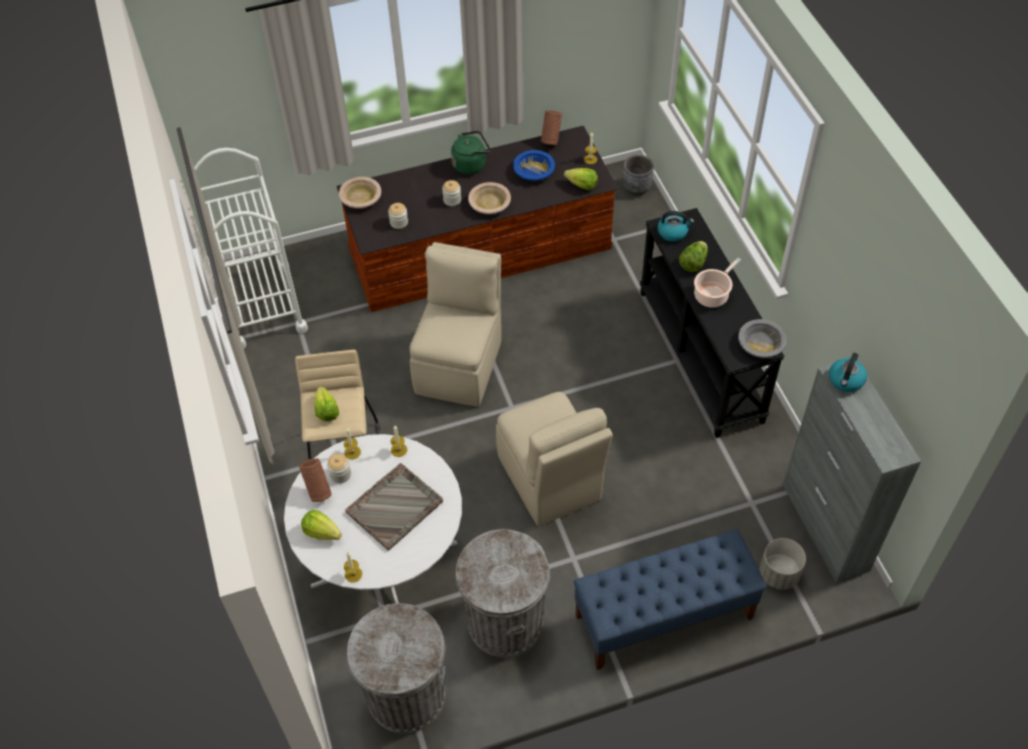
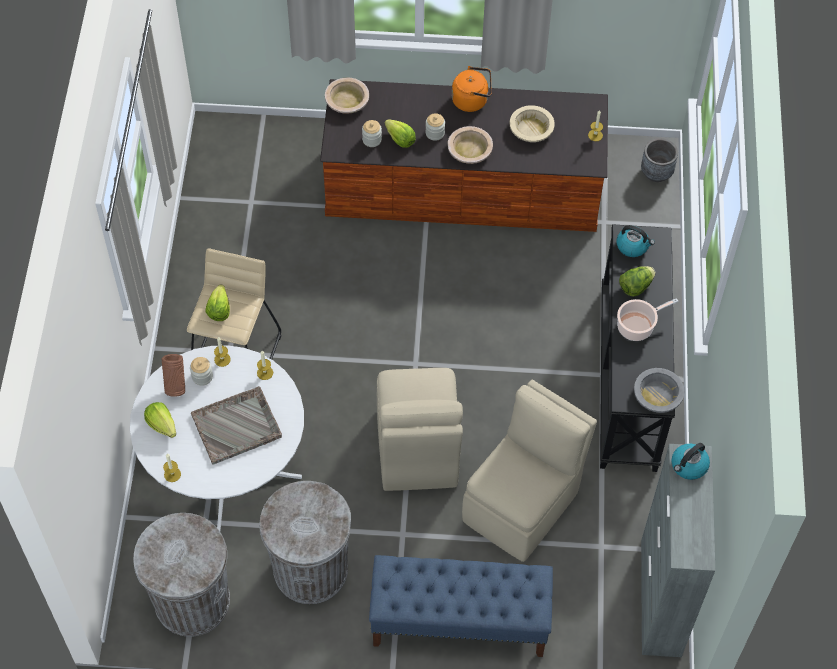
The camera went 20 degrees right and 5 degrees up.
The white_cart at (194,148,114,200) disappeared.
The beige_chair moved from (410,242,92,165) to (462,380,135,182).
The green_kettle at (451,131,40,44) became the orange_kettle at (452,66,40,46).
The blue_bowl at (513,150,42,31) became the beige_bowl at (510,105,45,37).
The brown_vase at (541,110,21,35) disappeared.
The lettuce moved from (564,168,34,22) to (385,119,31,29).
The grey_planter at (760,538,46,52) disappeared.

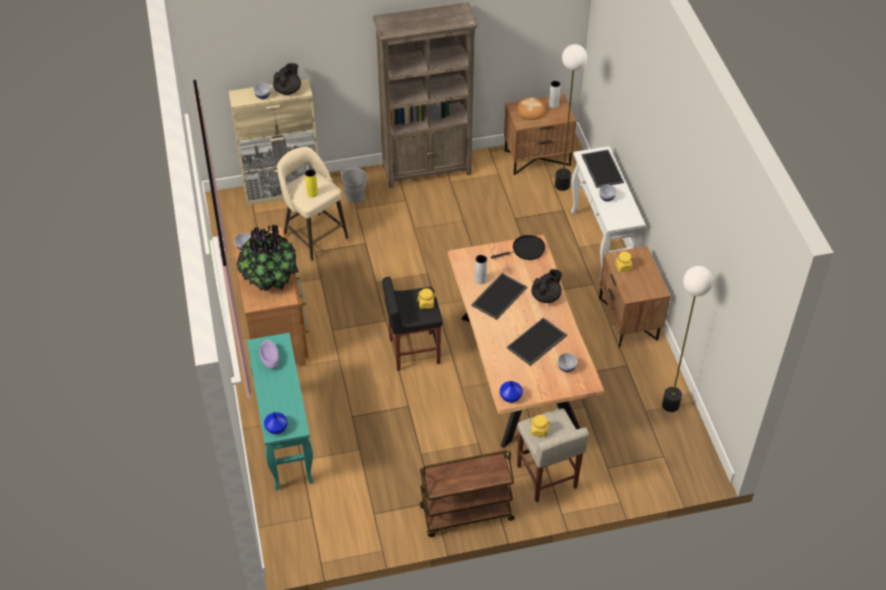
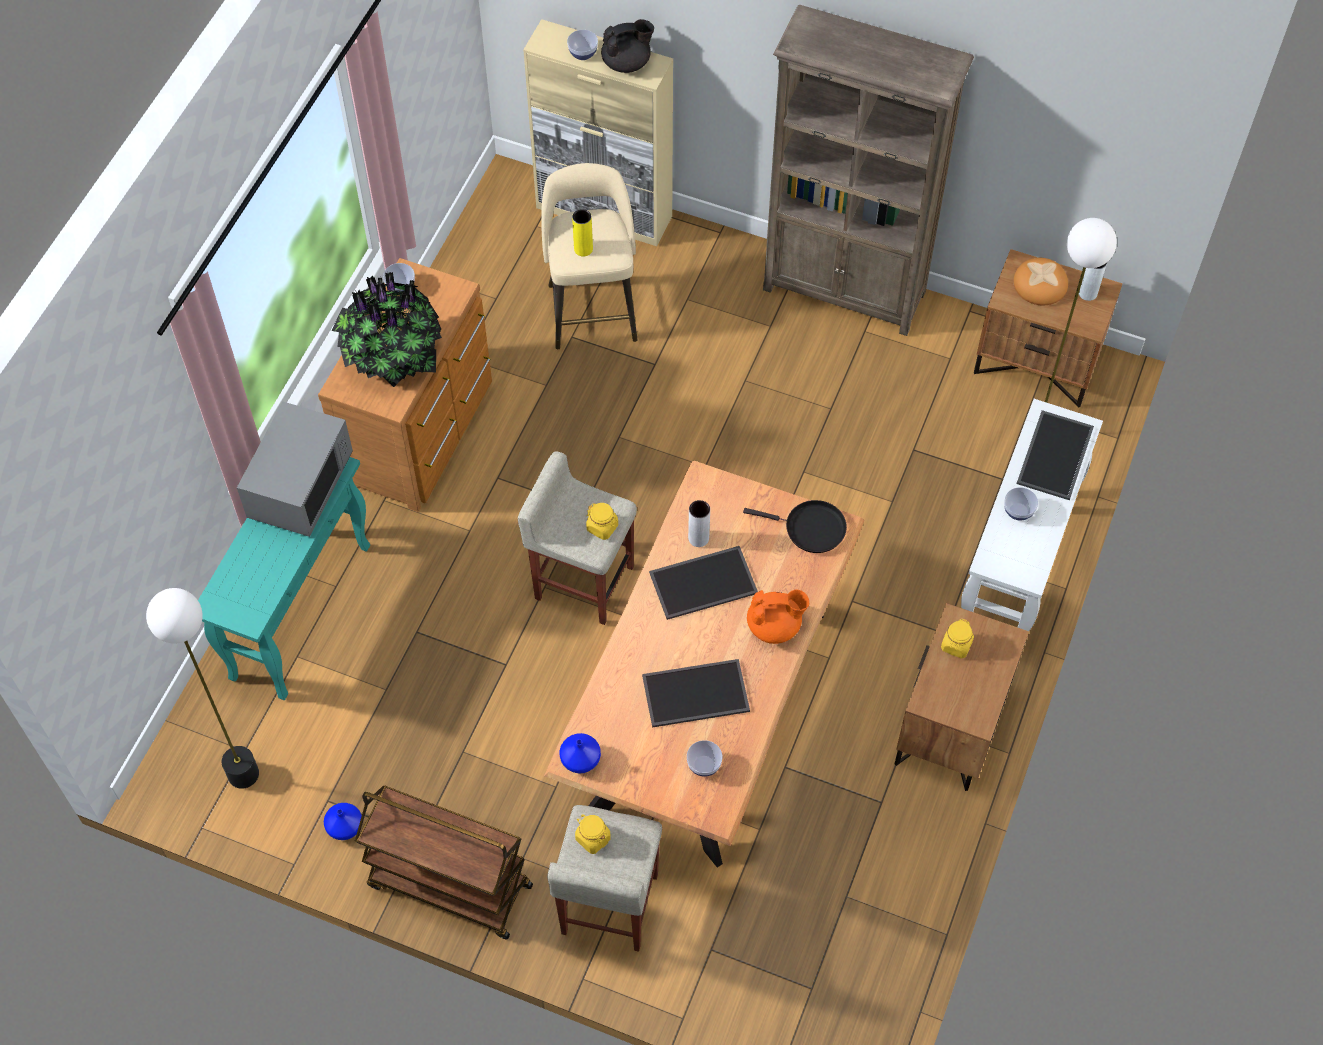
The camera went 35 degrees right and 10 degrees up.
The purple_bowl at (260,340,19,29) was replaced by the grey_microwave at (237,402,116,135).
The blue_vase moved from (264,412,24,22) to (324,803,38,37).
The grey_bucket at (340,168,30,35) disappeared.
The black_stool at (382,277,61,94) became the beige_stool at (518,451,119,174).
The black_teapot at (531,269,31,34) became the orange_teapot at (747,590,62,54).
The floor_lamp moved from (662,266,51,146) to (146,588,113,201).

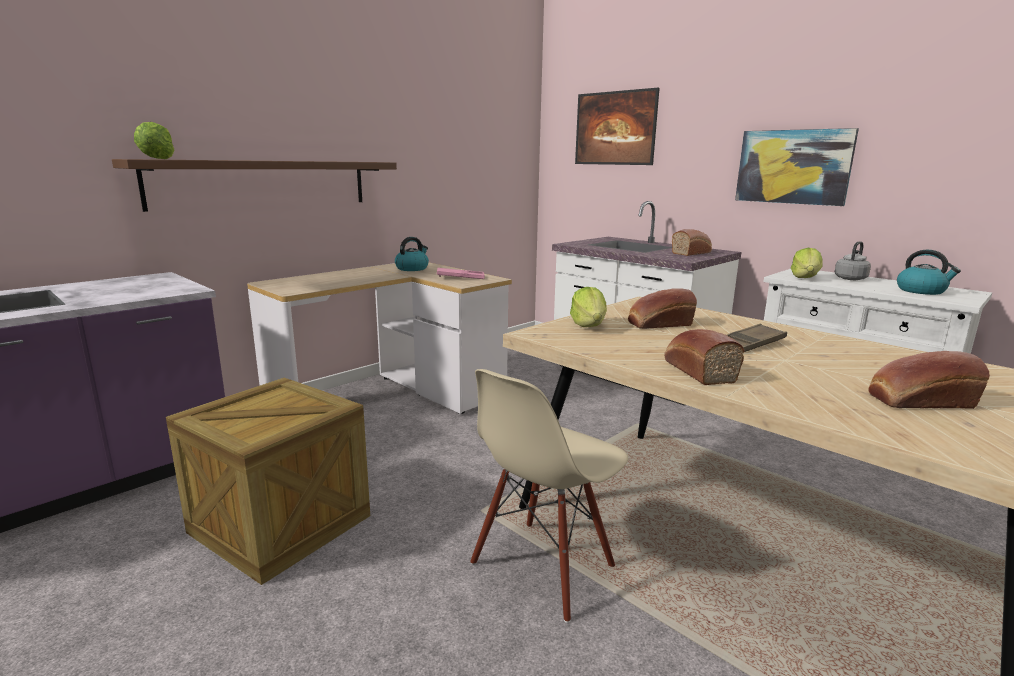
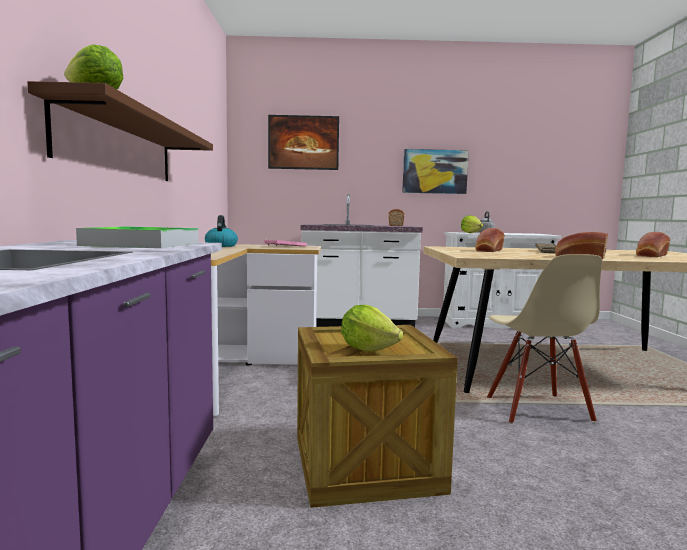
The camera went 45 degrees left and 10 degrees down.
The lettuce moved from (570,287,37,40) to (341,305,62,47).
The kettle at (897,250,64,45) disappeared.
The tray at (76,226,122,22) appeared.

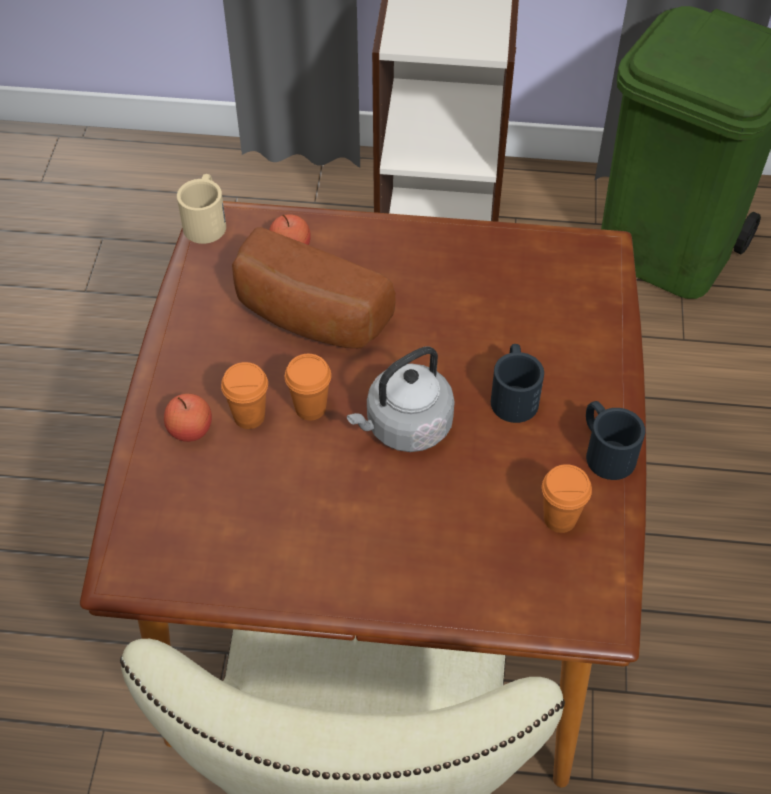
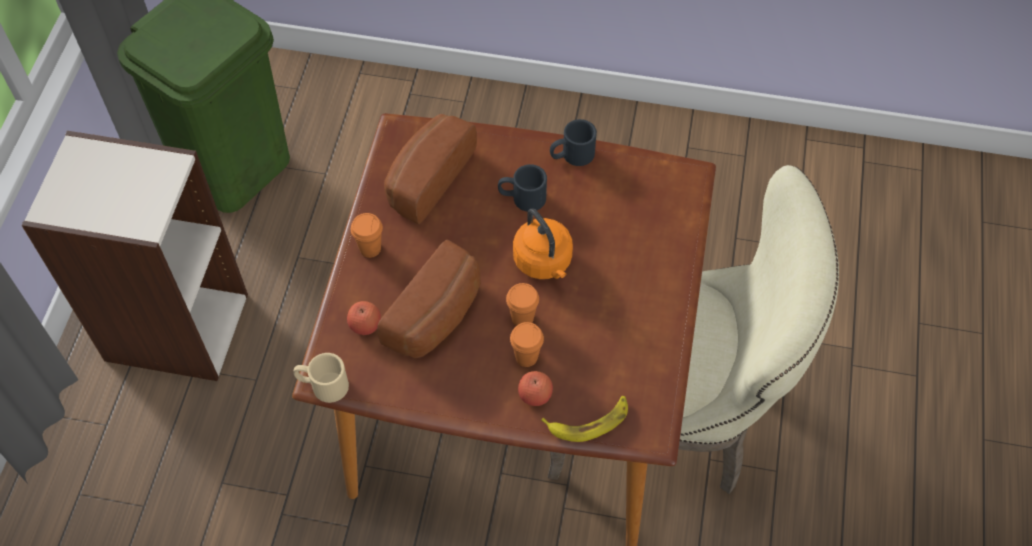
The camera went 85 degrees left and 5 degrees up.
The grey_kettle at (347,347,108,105) became the orange_kettle at (513,209,60,70).
The orange_cup moved from (542,464,50,69) to (351,213,32,45).
The bread at (384,114,93,110) appeared.
The banana at (541,396,87,46) appeared.

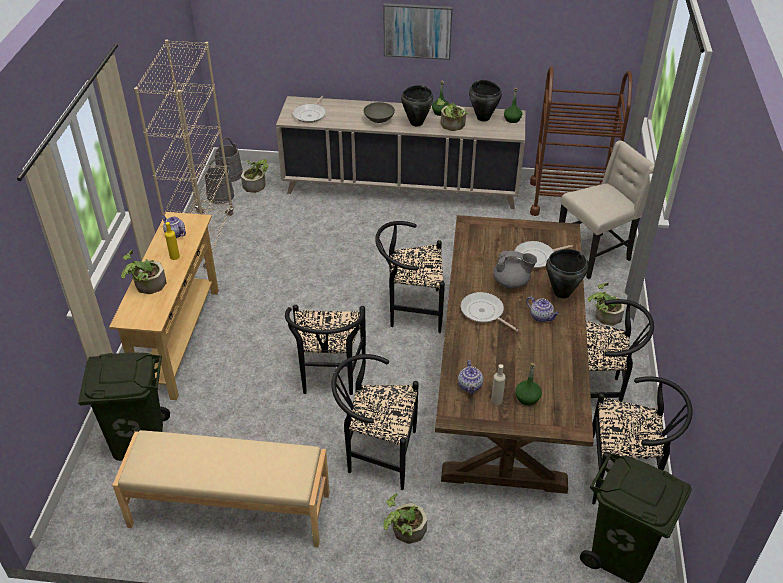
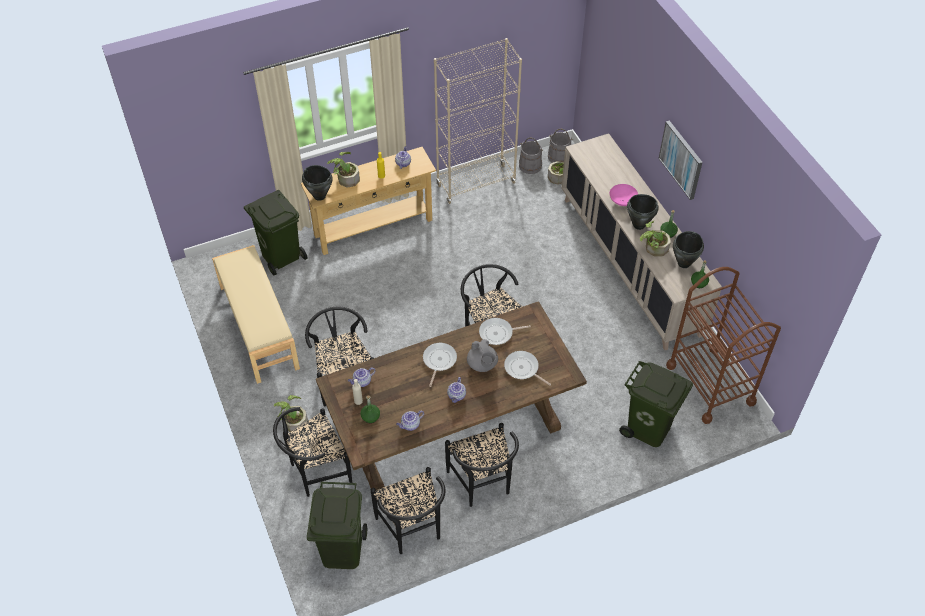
The camera went 60 degrees right and 10 degrees up.
The black_chair moved from (285,305,81,90) to (273,407,79,90).
The frying_pan moved from (293,96,33,27) to (479,318,52,27).
The grey_bowl at (364,102,31,21) became the pink_bowl at (610,184,28,22).
The black_cooking_pot moved from (546,249,42,49) to (302,165,31,36).
The beige_chair at (559,140,96,139) was replaced by the green_trash_can at (619,361,74,86).
The potted_plant at (588,282,37,44) disappeared.
The teapot at (396,411,28,20) appeared.

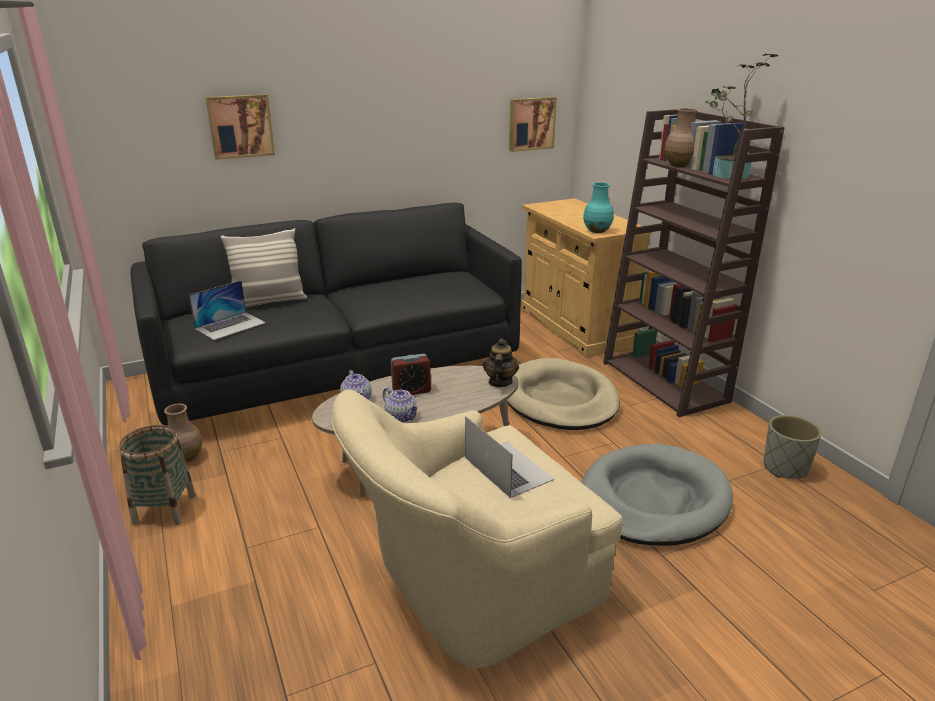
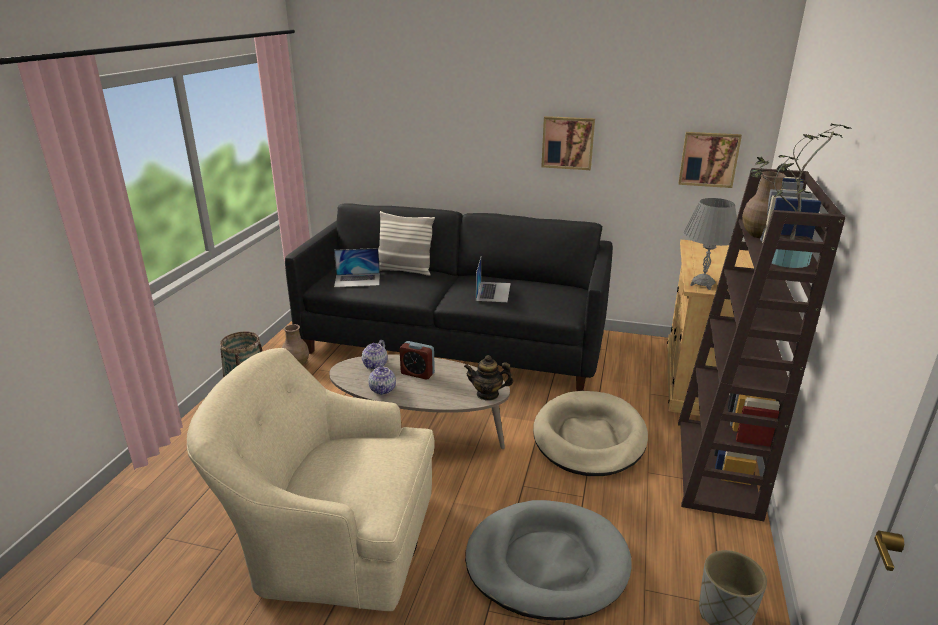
The camera went 40 degrees right and 0 degrees up.
The picture moved from (206,94,69,66) to (541,116,54,54).
The laptop moved from (465,416,89,82) to (476,258,35,44).
The teapot at (483,338,36,49) turned 135 degrees counterclockwise.
The turquoise_vase at (583,182,31,51) was replaced by the grey_table_lamp at (683,198,54,92).

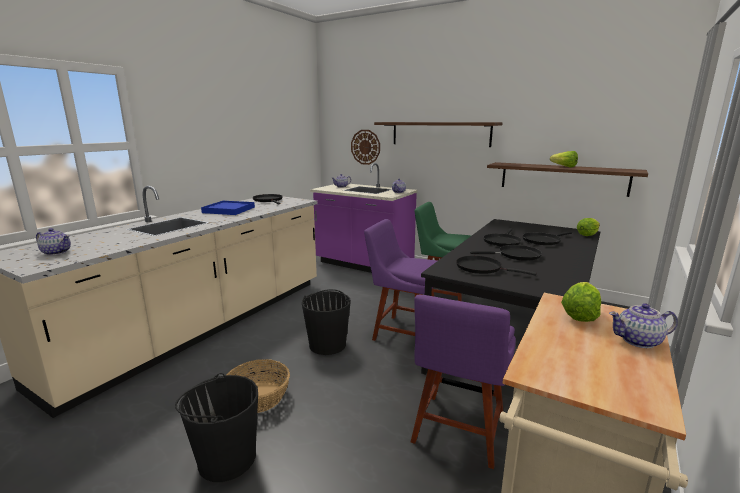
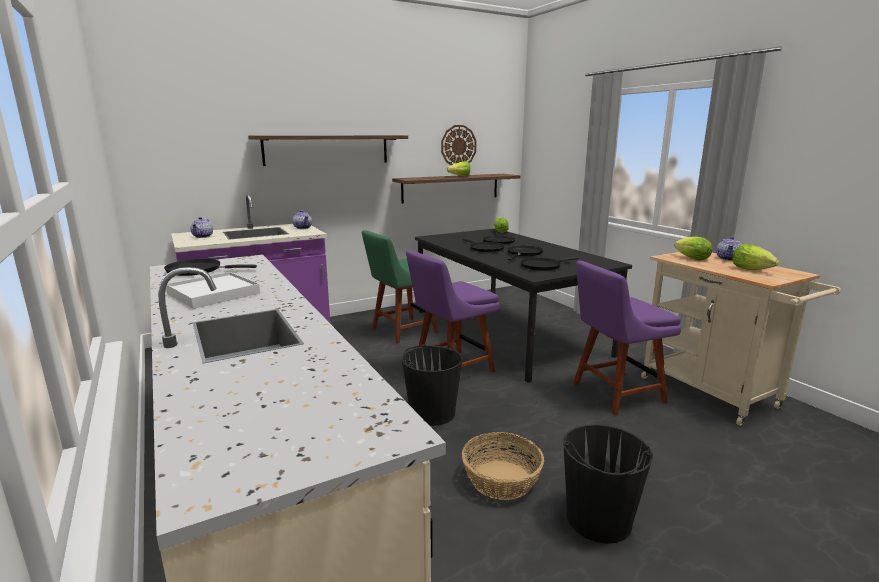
The camera went 60 degrees left and 0 degrees up.
The teapot at (36,228,35,27) disappeared.
The blue_tray at (201,201,54,14) became the white_tray at (166,272,94,37).
The wall_clock moved from (351,130,29,35) to (441,125,35,40).
The purple_chair at (411,295,105,174) turned 105 degrees clockwise.
The lettuce at (732,244,47,26) appeared.

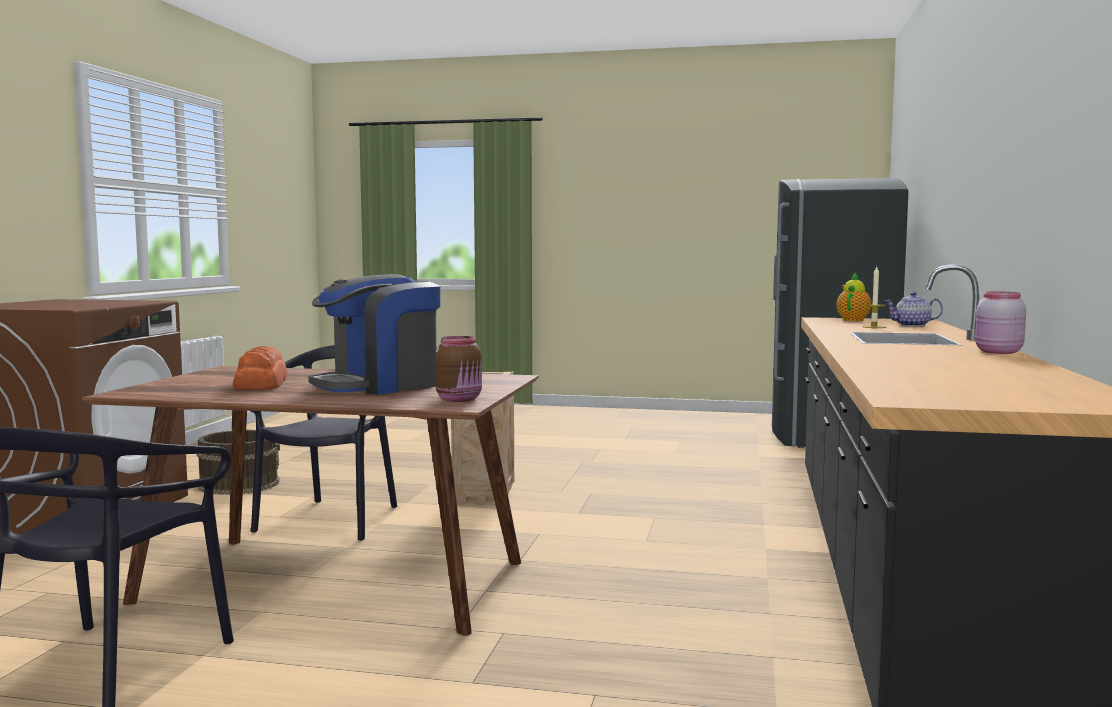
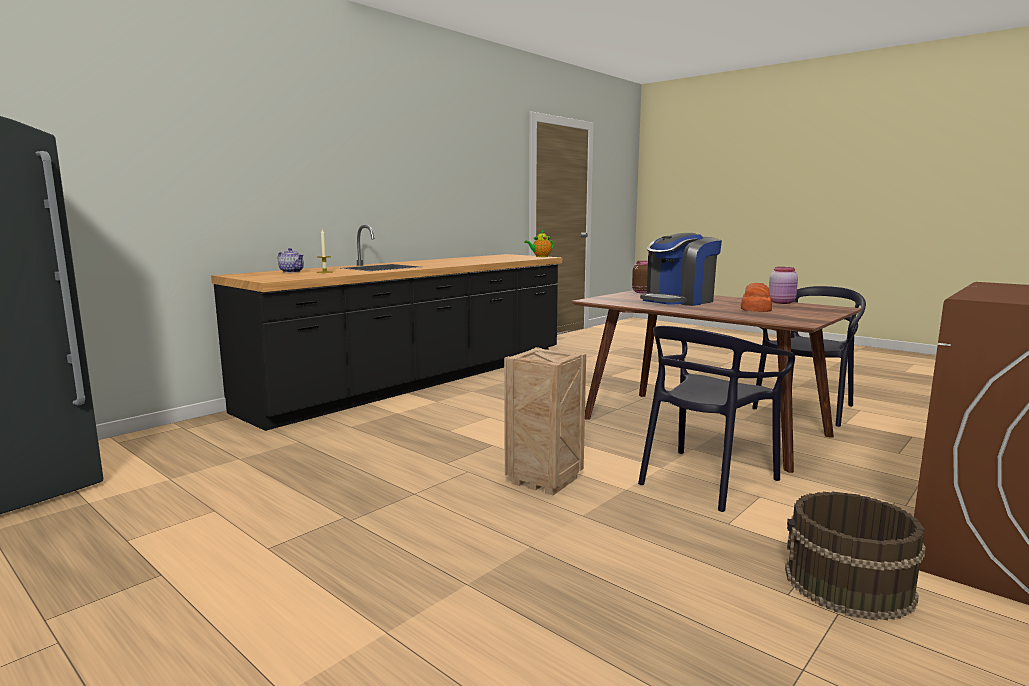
The camera went 150 degrees left and 5 degrees up.
The coffee_machine at (308,274,133,121) turned 150 degrees clockwise.
The teapot moved from (836,272,35,49) to (524,230,30,27).
The pink_jar moved from (975,292,51,62) to (769,267,29,37).

